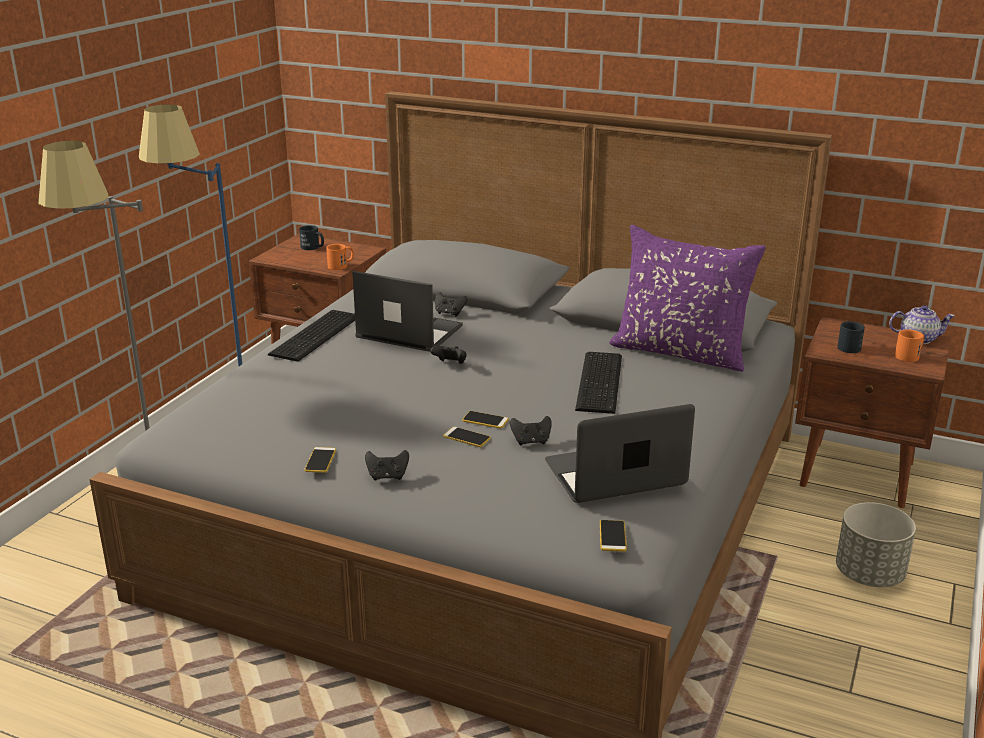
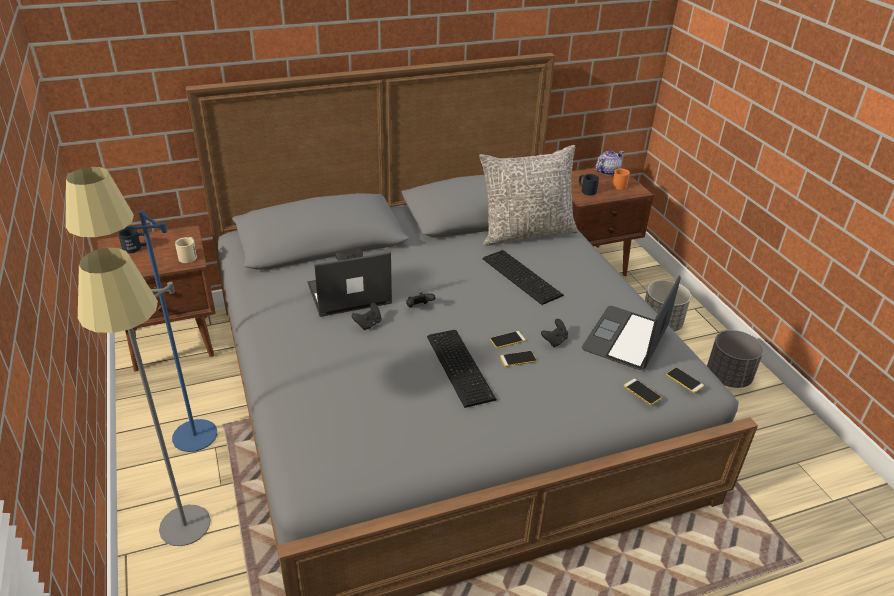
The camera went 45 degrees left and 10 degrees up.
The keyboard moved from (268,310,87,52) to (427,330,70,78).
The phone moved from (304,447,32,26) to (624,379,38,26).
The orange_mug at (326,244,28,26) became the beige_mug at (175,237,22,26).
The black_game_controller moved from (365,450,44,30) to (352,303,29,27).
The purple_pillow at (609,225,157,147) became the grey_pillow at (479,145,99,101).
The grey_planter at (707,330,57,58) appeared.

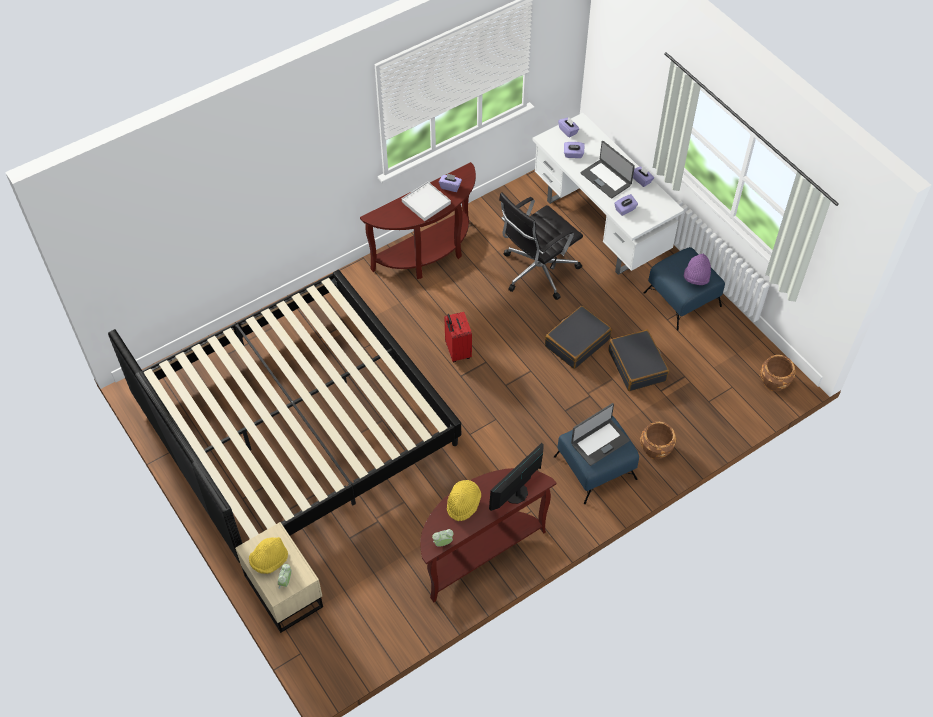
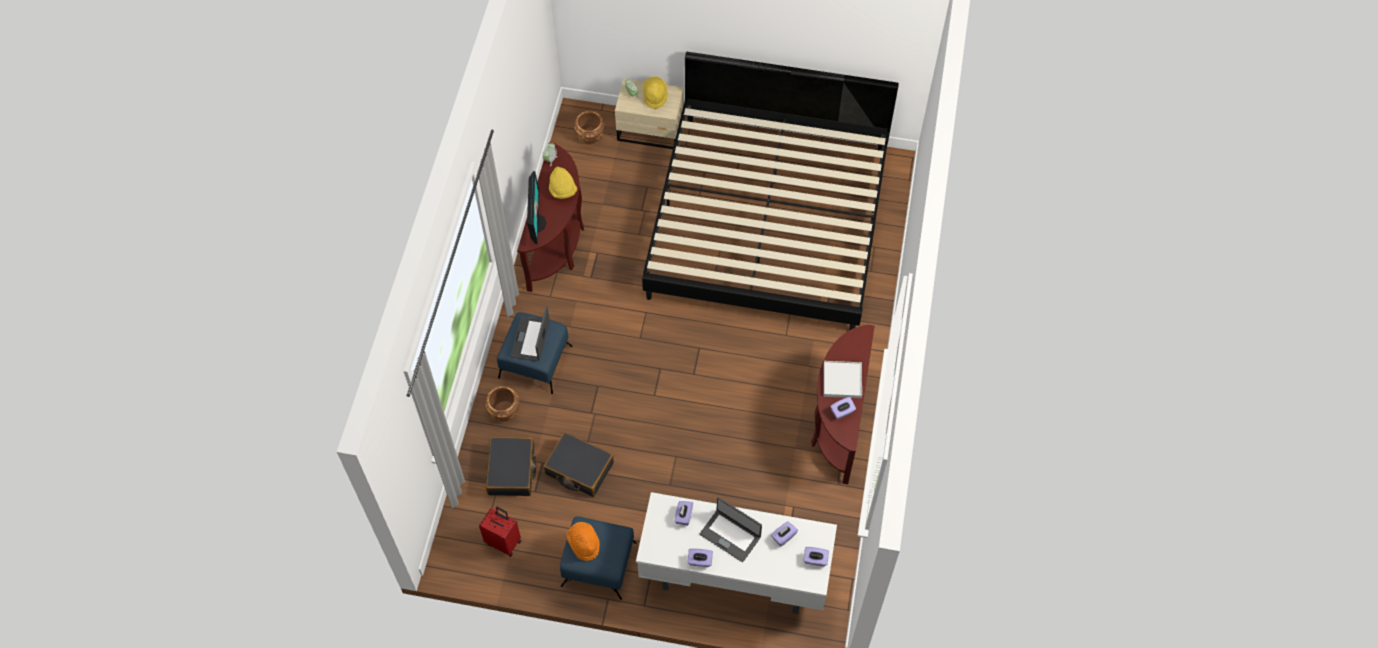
The camera went 135 degrees right and 5 degrees up.
The red_suitcase moved from (444,312,28,50) to (479,507,42,50).
The black_office_chair at (499,192,84,108) disappeared.
The black_suitcase moved from (545,306,67,63) to (486,437,50,59).
The laptop at (580,141,55,58) turned 150 degrees counterclockwise.
The purple_hat at (684,253,27,32) became the orange_hat at (567,522,33,39).
The brown_planter moved from (760,355,36,37) to (574,111,31,34).

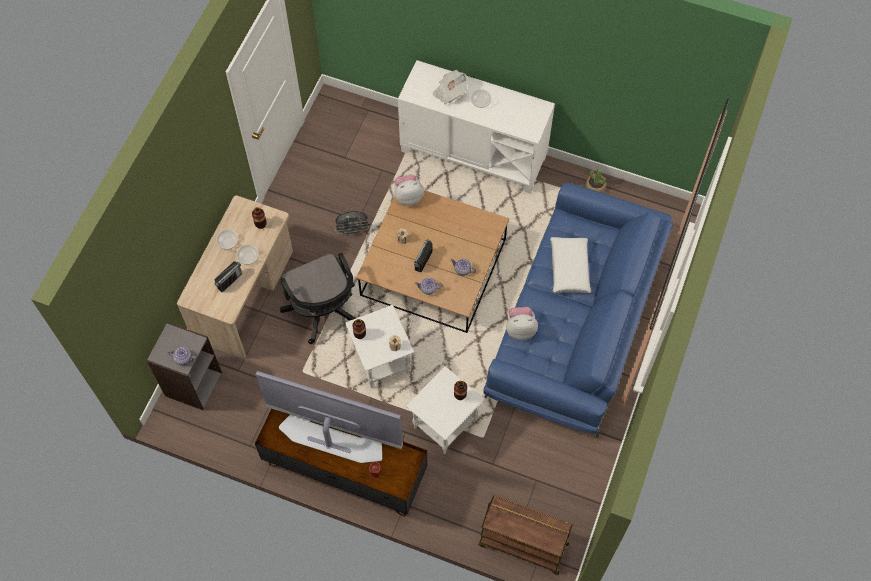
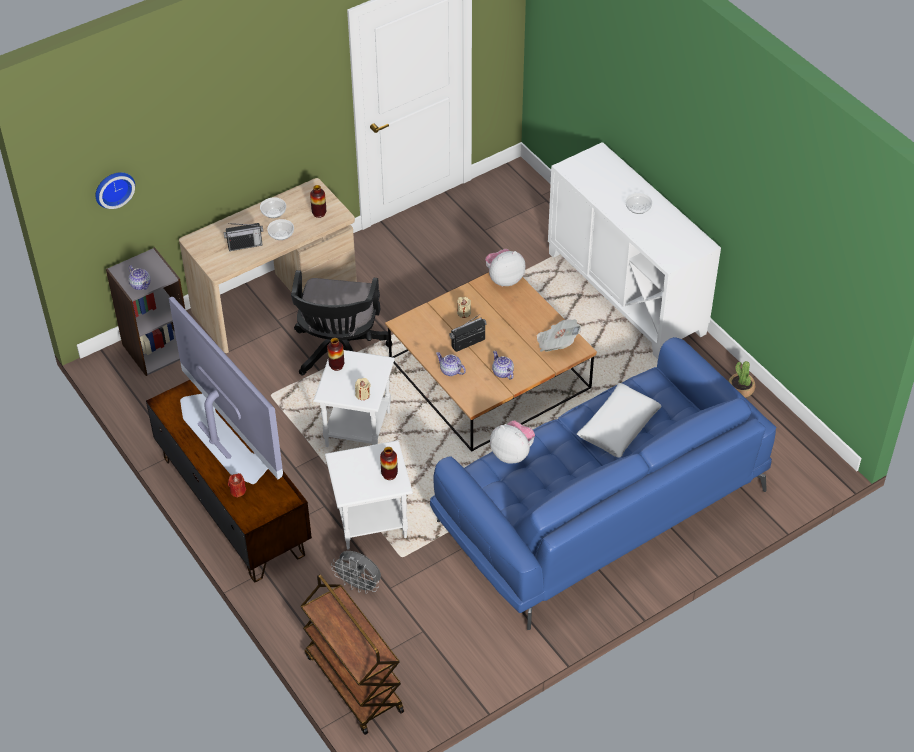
The camera went 35 degrees right and 15 degrees down.
The grey_fan moved from (334,211,37,25) to (331,551,50,43).
The plush_toy at (394,174,30,32) turned 45 degrees counterclockwise.
The newspaper moved from (433,70,35,35) to (537,319,44,33).
The wall_clock at (96,172,39,37) appeared.

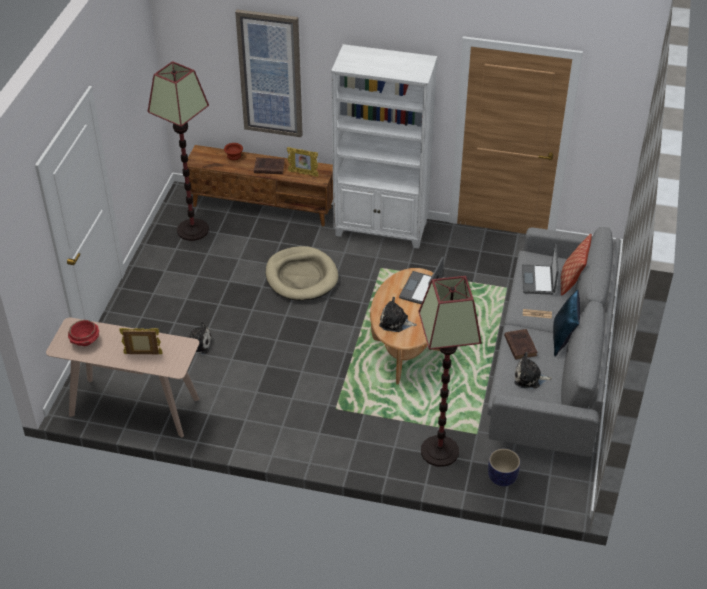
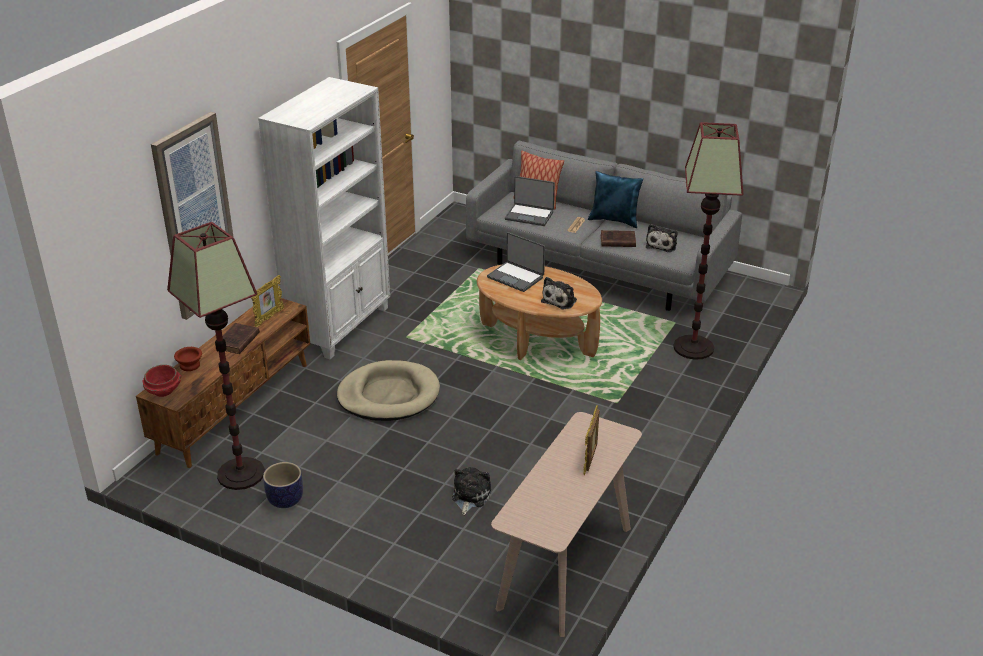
The camera went 75 degrees left and 10 degrees down.
The red_bowl moved from (68,320,31,26) to (142,365,40,32).
The planter moved from (488,449,32,37) to (263,462,40,46).

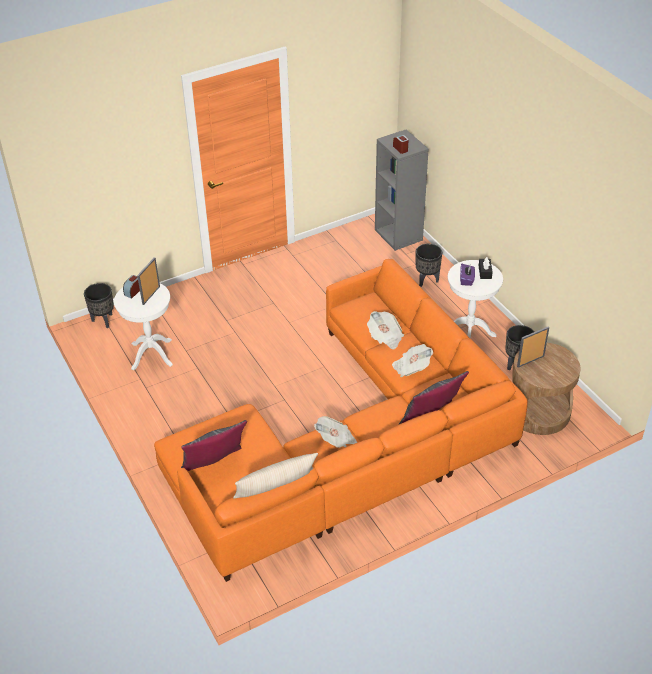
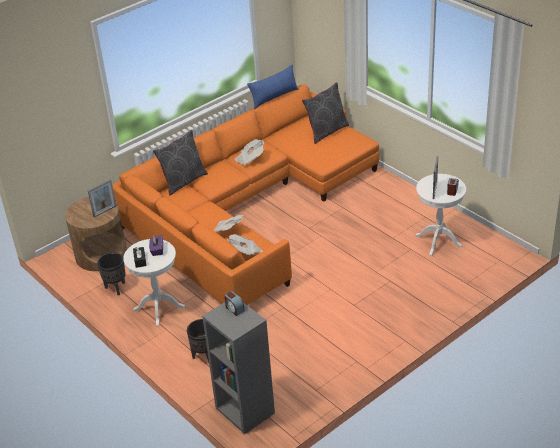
The camera went 170 degrees right and 5 degrees down.
The black_planter at (84,283,30,45) disappeared.
The beige_pillow at (233,453,85,45) became the blue_pillow at (247,65,51,44).
The newspaper moved from (392,344,41,33) to (227,234,36,21).

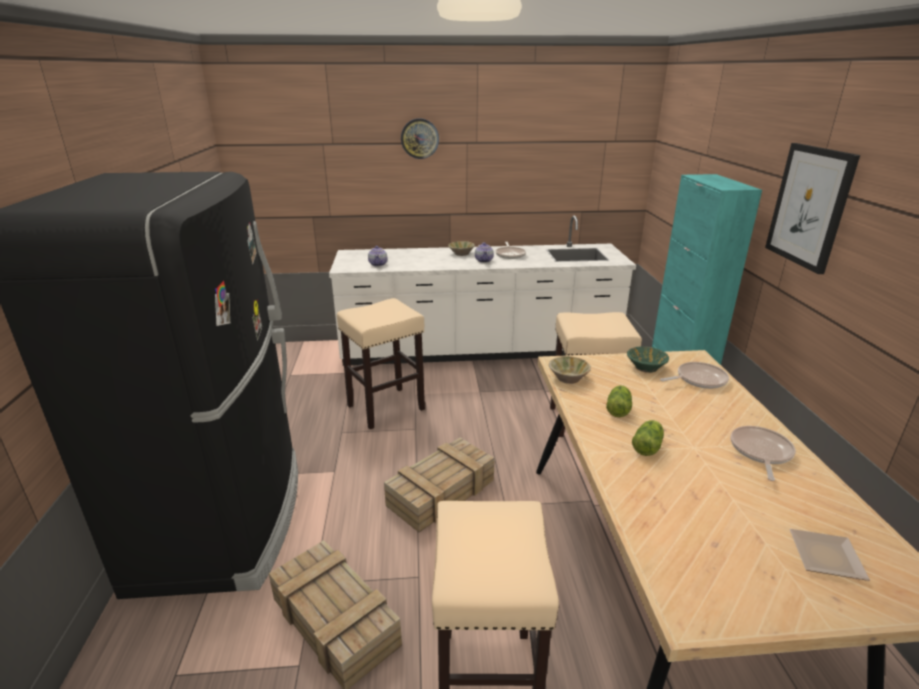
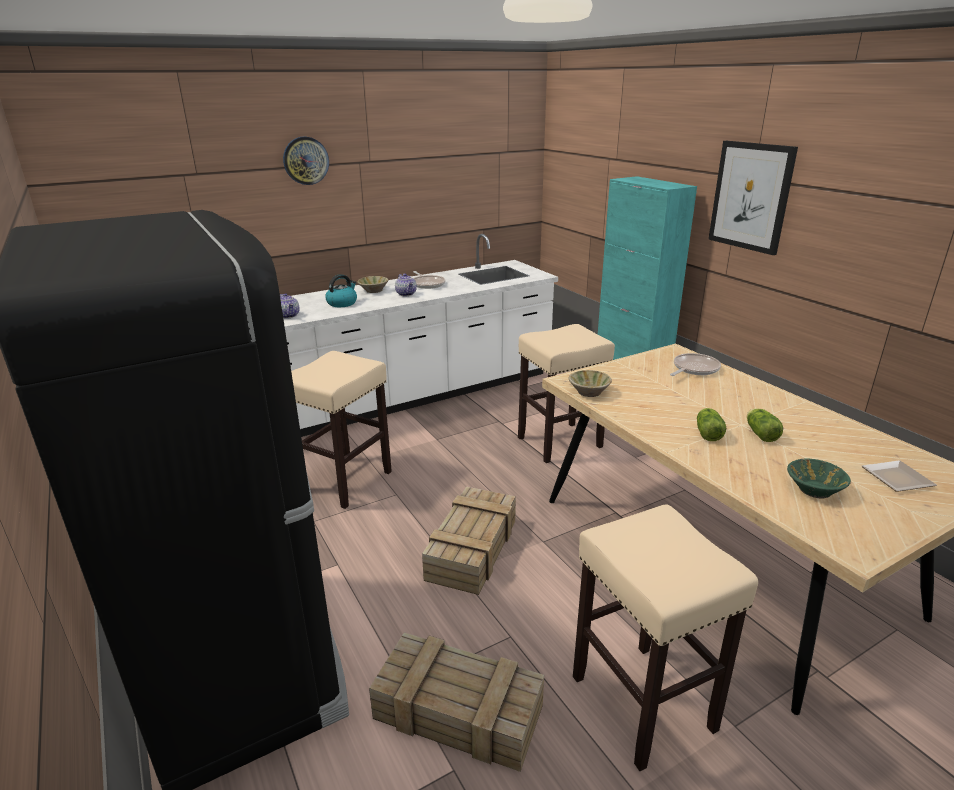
The camera went 25 degrees left and 0 degrees up.
The lettuce moved from (606,385,26,32) to (747,409,36,33).
The green_bowl moved from (627,346,42,27) to (787,459,64,39).
The frying_pan at (731,426,65,55) disappeared.
The kettle at (325,274,32,33) appeared.

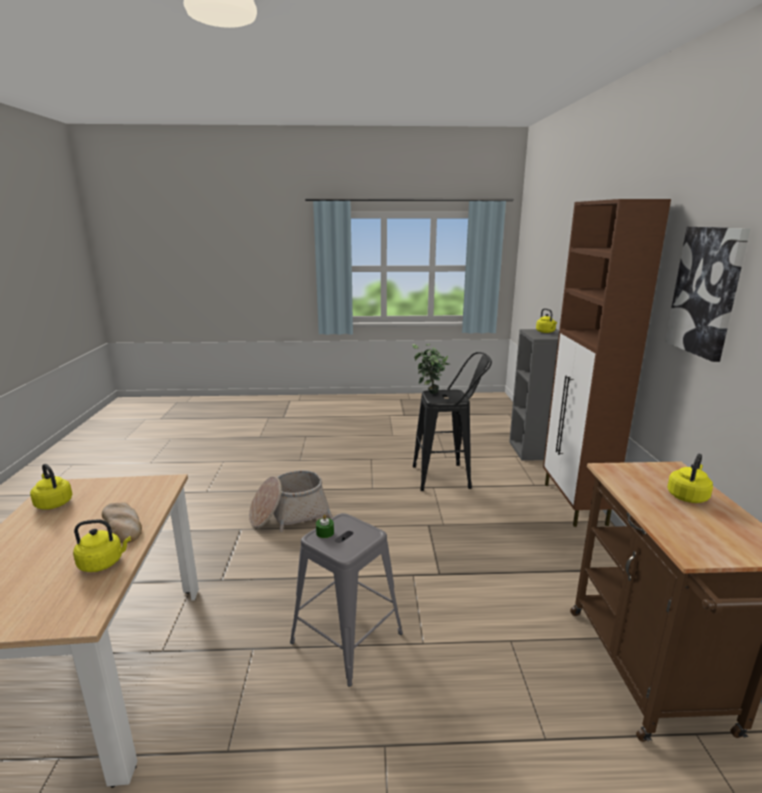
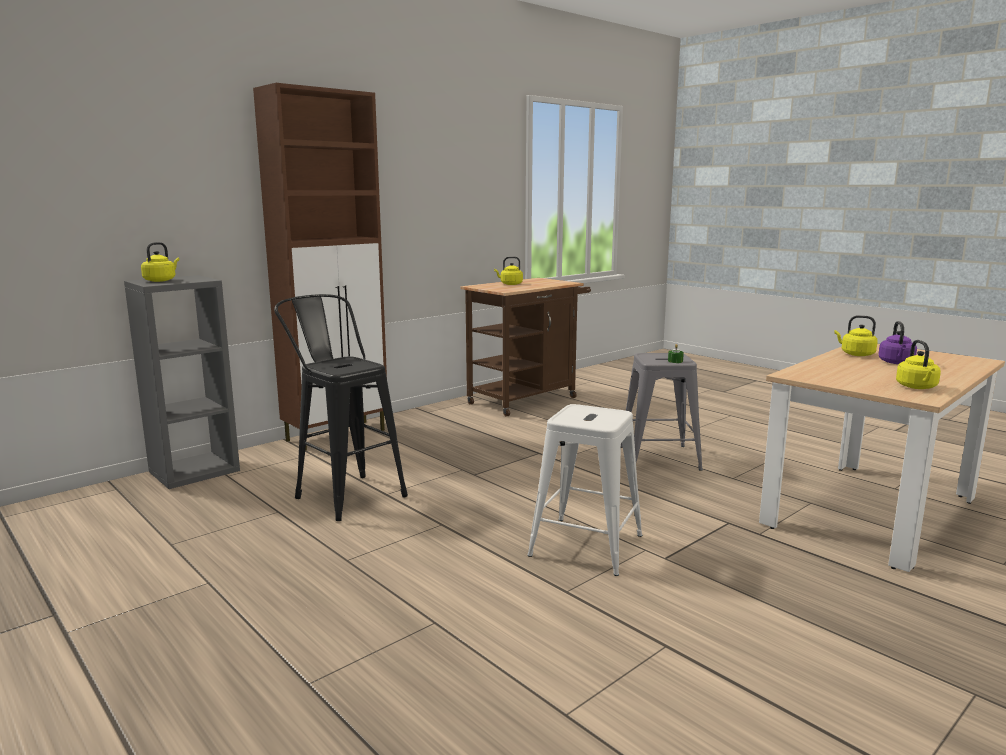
The camera went 130 degrees left and 5 degrees down.
The bread at (102,502,40,41) disappeared.
The basket at (249,470,84,62) was replaced by the white_stool at (527,404,115,172).
The potted_plant at (412,344,37,50) disappeared.
The picture at (665,227,86,135) disappeared.
The purple_kettle at (878,321,39,43) appeared.

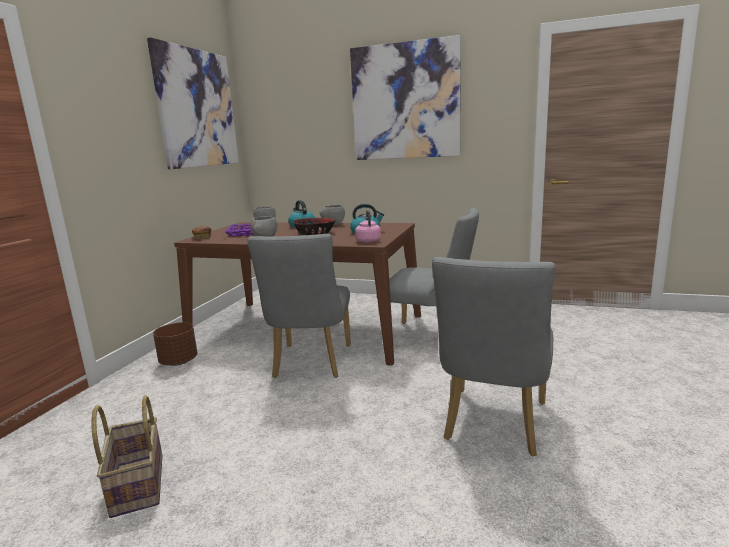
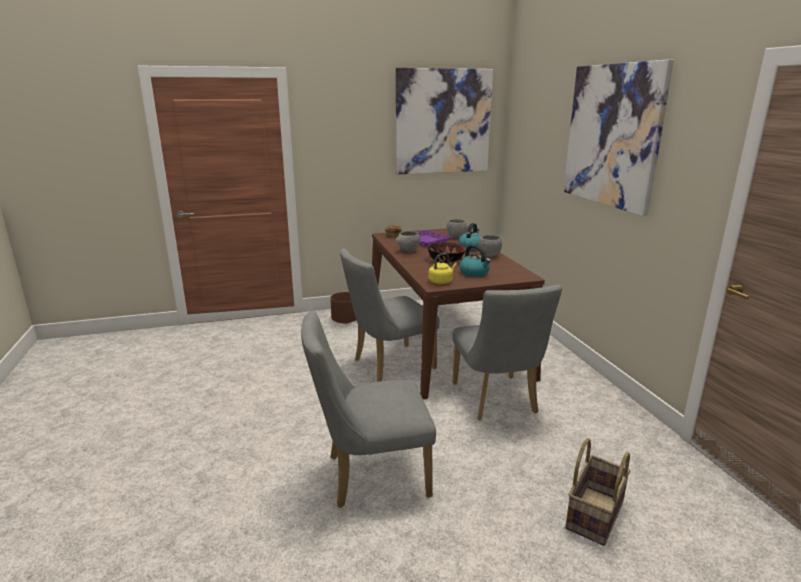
The camera went 55 degrees right and 5 degrees up.
The basket moved from (92,395,71,123) to (565,438,66,108).
The pink_kettle at (355,210,26,33) became the yellow_kettle at (429,253,28,31).

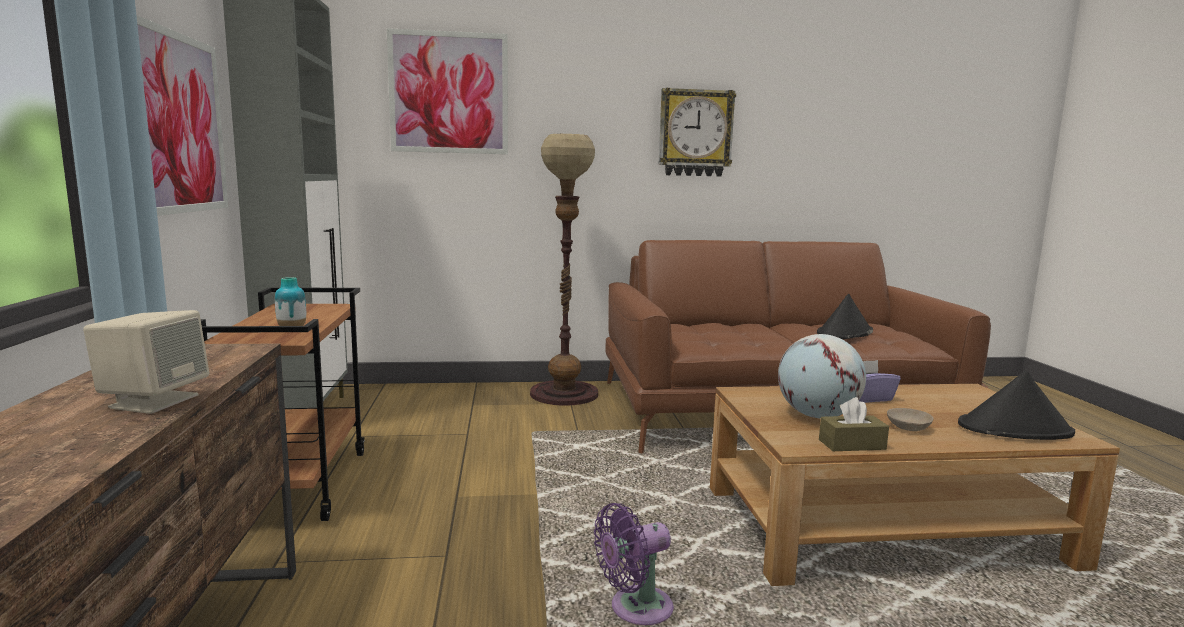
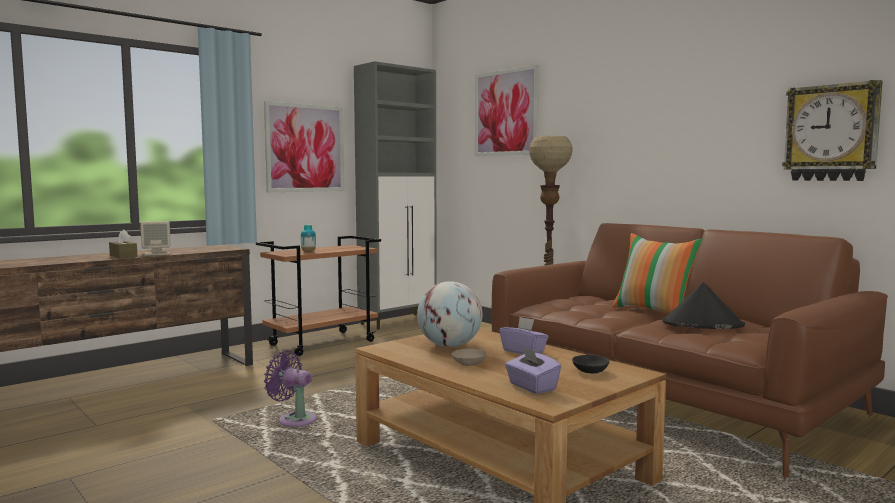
The camera went 55 degrees right and 5 degrees down.
The wall_clock moved from (659,88,77,89) to (782,80,101,101).
The brown_tissue_box moved from (819,397,70,54) to (109,229,29,29).
The black_hat at (958,371,117,69) was replaced by the purple_tissue_box at (505,346,56,48).
The black_bowl at (572,355,37,19) appeared.
The pillow at (612,233,91,81) appeared.

